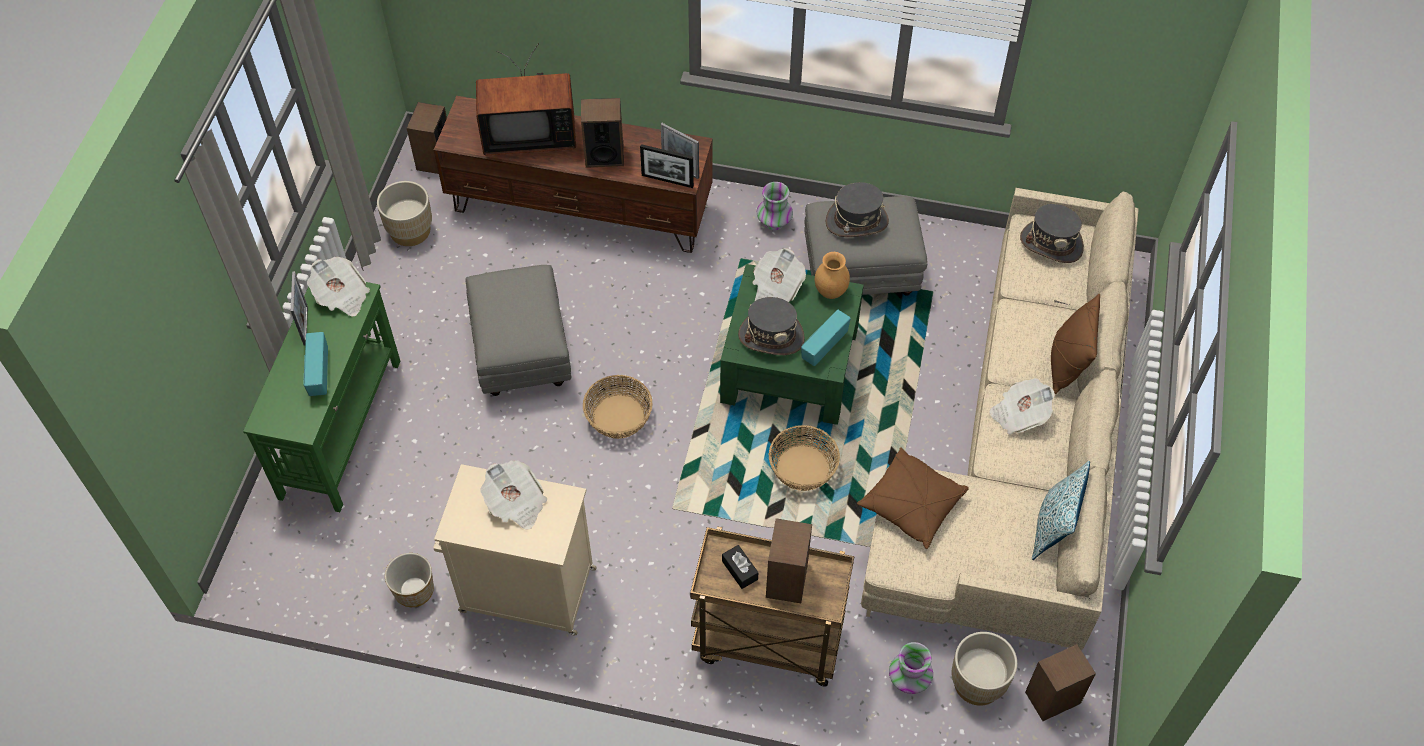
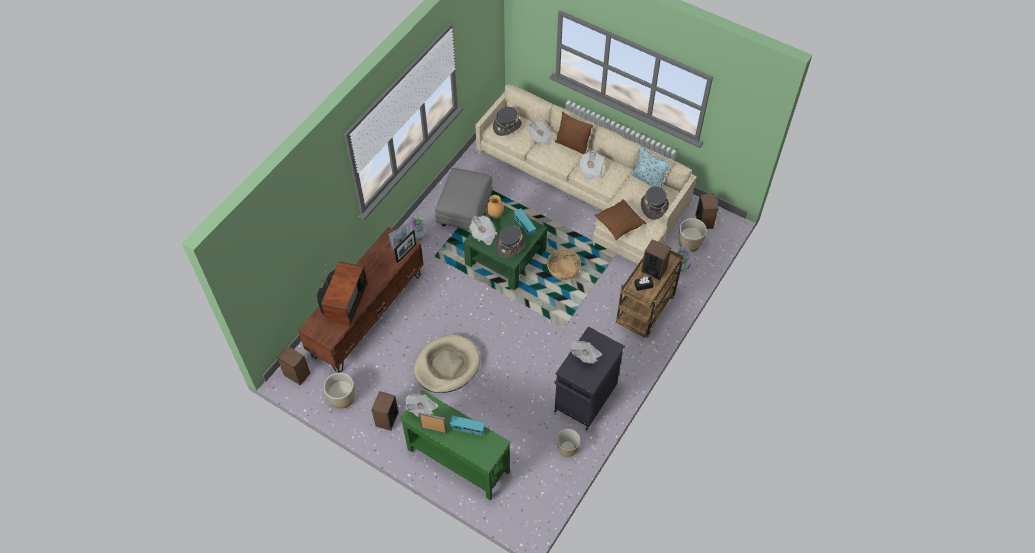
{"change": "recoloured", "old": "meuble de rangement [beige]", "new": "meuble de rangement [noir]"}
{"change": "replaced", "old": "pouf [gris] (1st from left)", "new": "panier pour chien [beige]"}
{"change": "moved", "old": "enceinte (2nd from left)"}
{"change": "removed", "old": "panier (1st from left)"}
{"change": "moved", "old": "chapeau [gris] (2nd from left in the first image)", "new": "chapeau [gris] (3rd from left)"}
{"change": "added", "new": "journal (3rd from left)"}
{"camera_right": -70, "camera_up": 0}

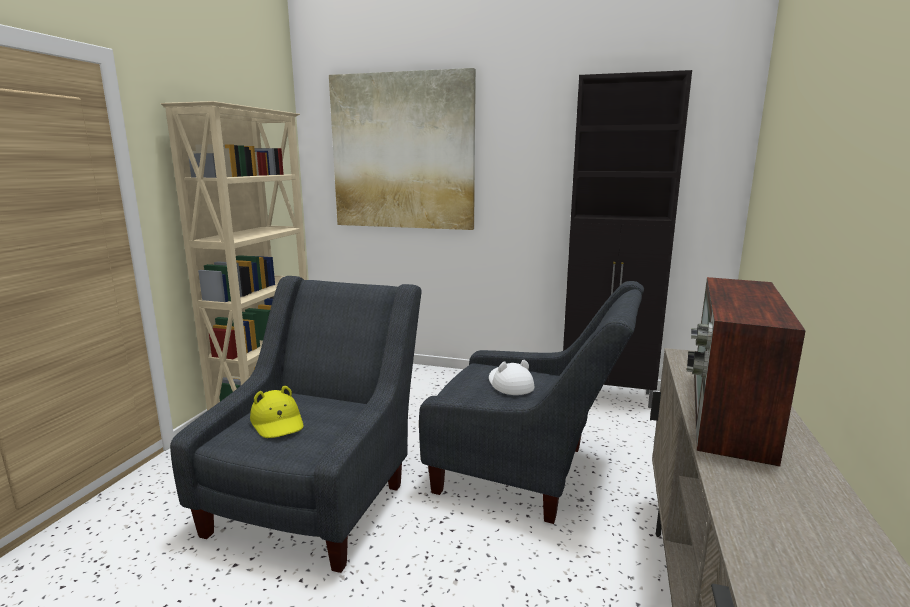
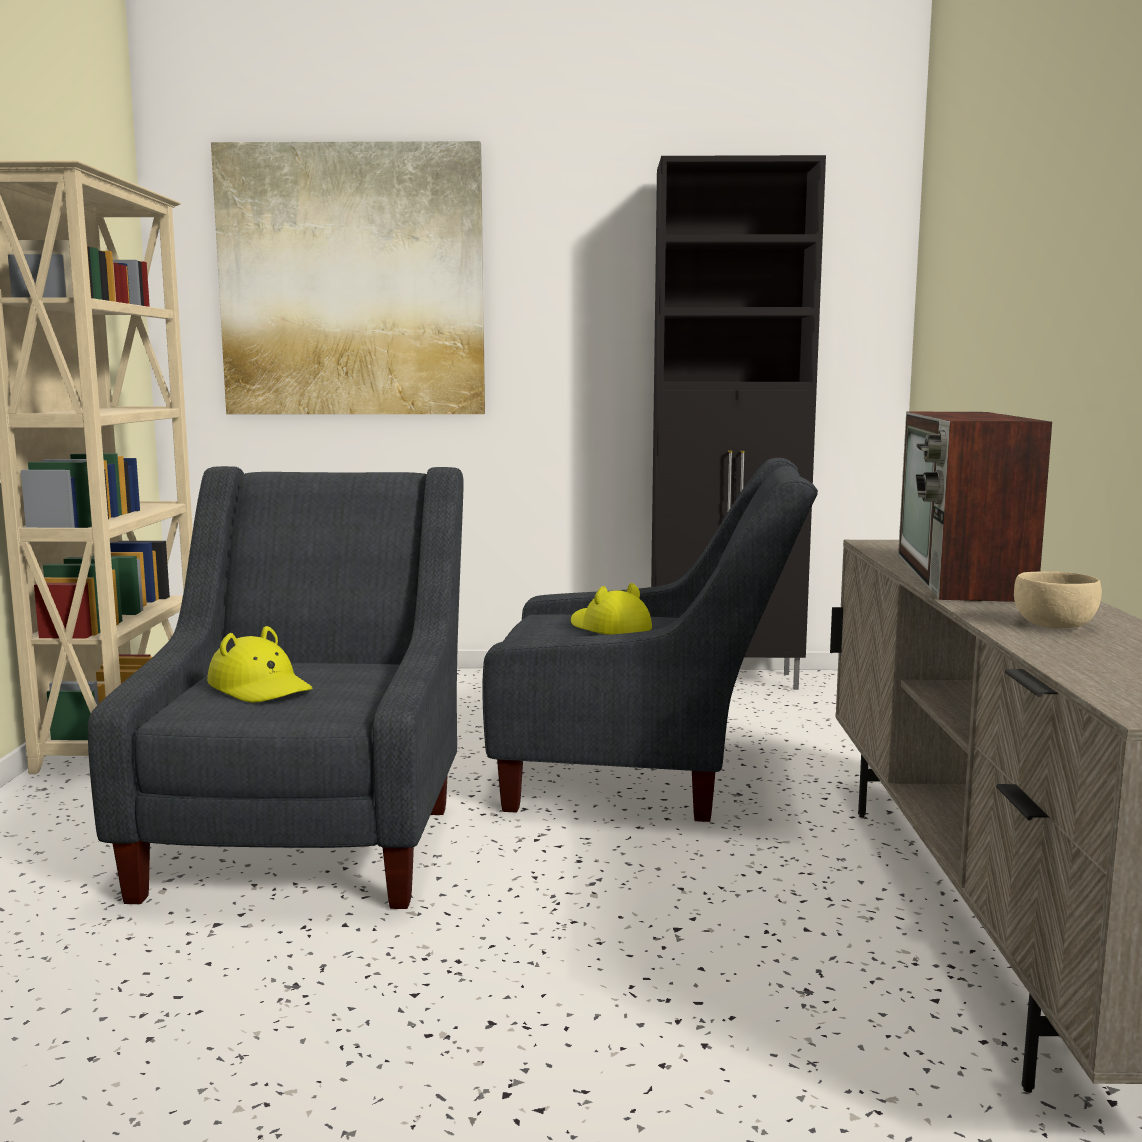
{"change": "recoloured", "old": "chapeau [blanc]", "new": "chapeau [jaune] (2nd from left)"}
{"change": "added", "new": "bol [beige]"}
{"camera_right": -15, "camera_up": -5}

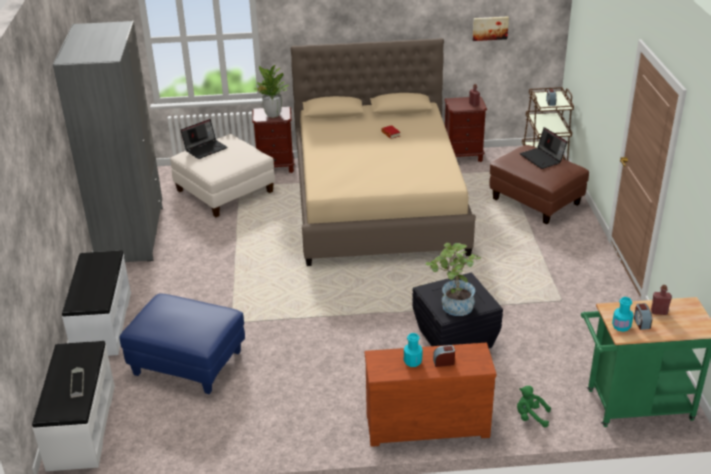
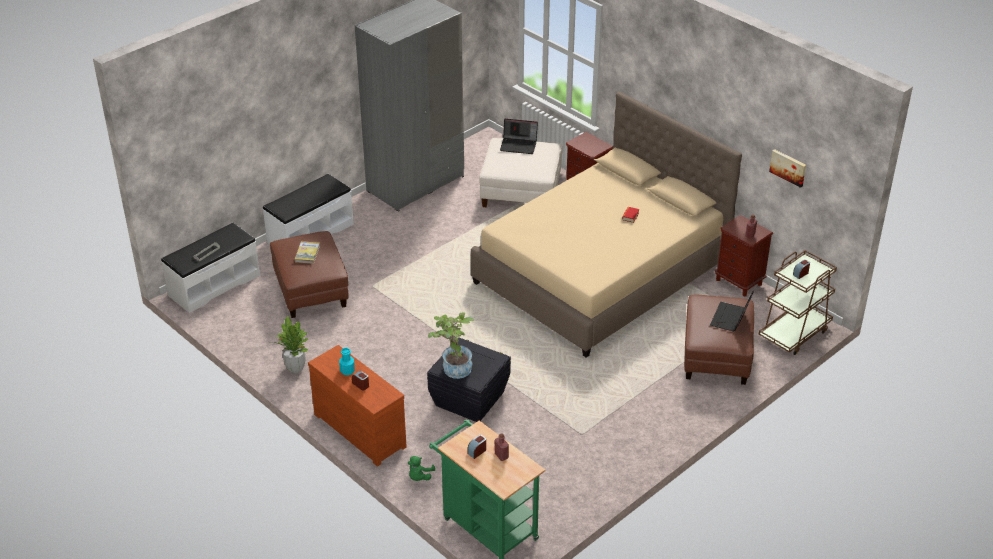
{"change": "recoloured", "old": "pouf [bleu]", "new": "pouf [marron] (1st from left)"}
{"change": "moved", "old": "plante en pot (1st from left)"}
{"change": "turned", "old": "peluche [vert]", "degrees": -135}
{"change": "removed", "old": "bouteille [turquoise] (2nd from left)"}
{"change": "added", "new": "livre (1st from left)"}
{"camera_right": 50, "camera_up": 5}

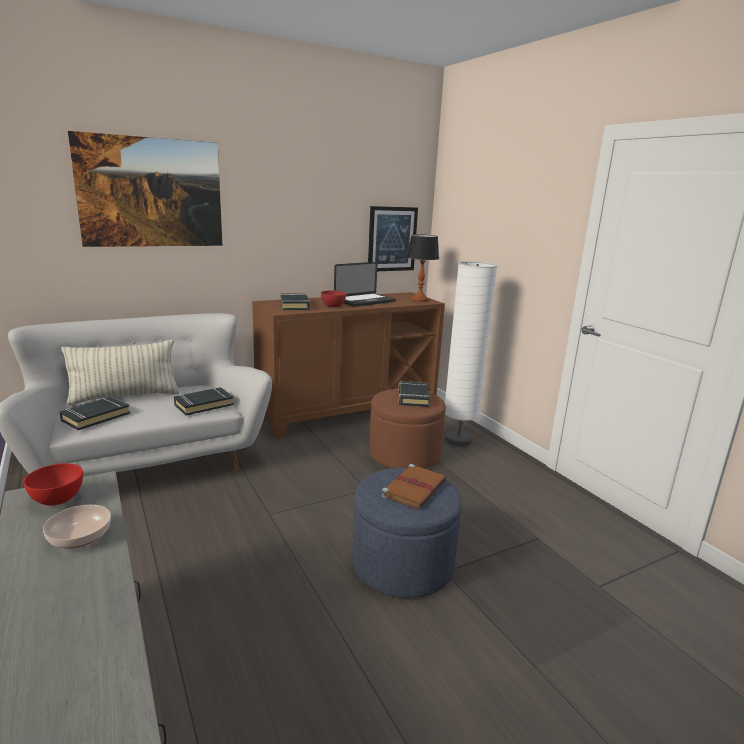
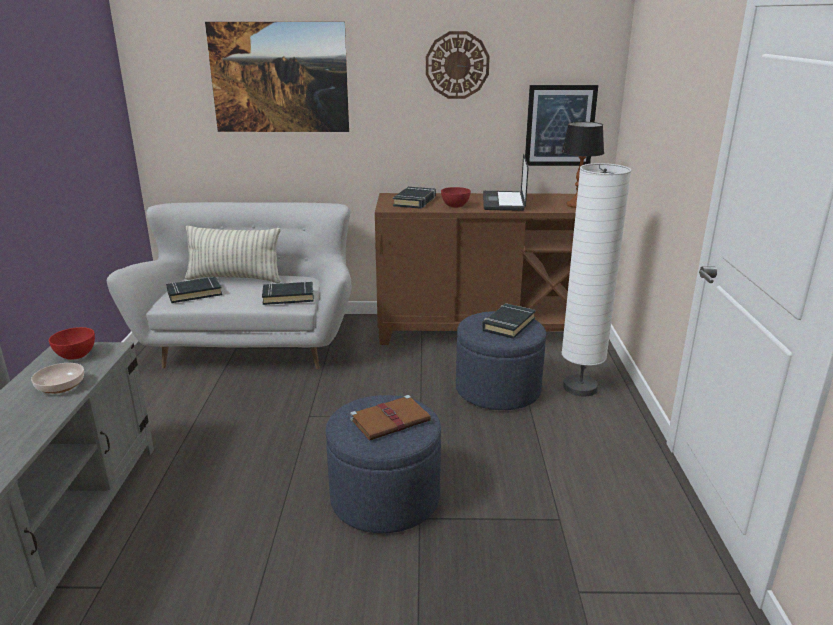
{"change": "turned", "old": "ordinateur portable", "degrees": 105}
{"change": "recoloured", "old": "pouf [marron]", "new": "pouf [bleu] (2nd from left)"}
{"change": "added", "new": "horloge murale"}
{"camera_right": 30, "camera_up": 5}

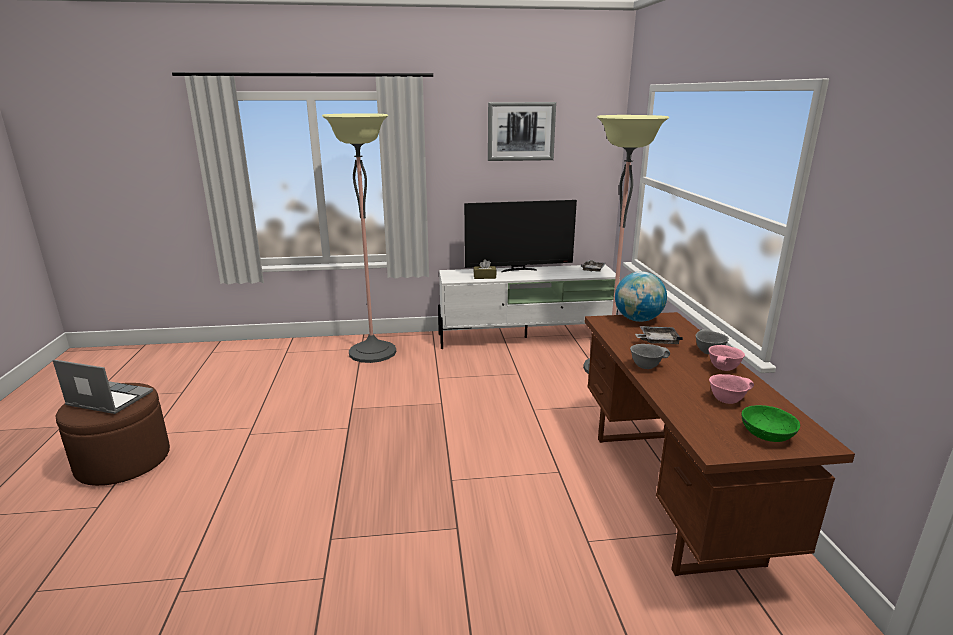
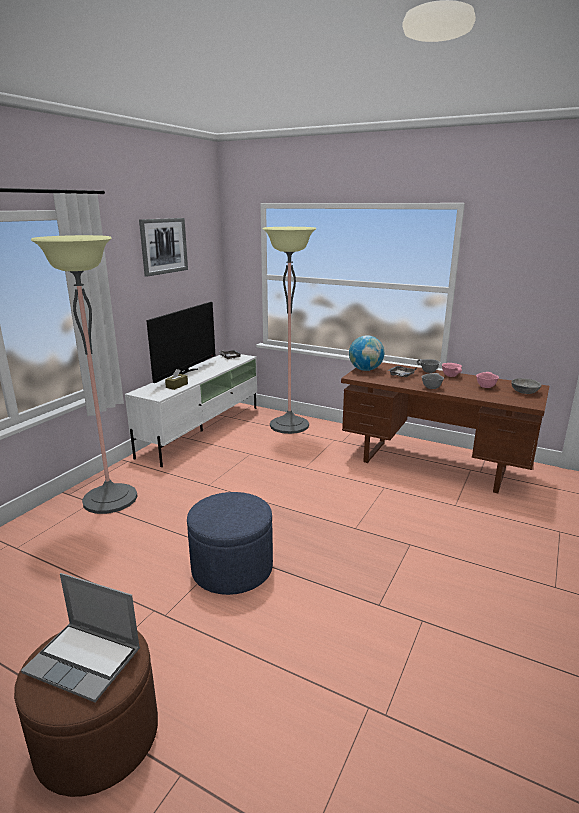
{"change": "turned", "old": "ordinateur portable", "degrees": -120}
{"change": "recoloured", "old": "bol [vert]", "new": "bol [gris] (3rd from left)"}
{"change": "added", "new": "pouf [bleu]"}
{"camera_right": -55, "camera_up": 0}

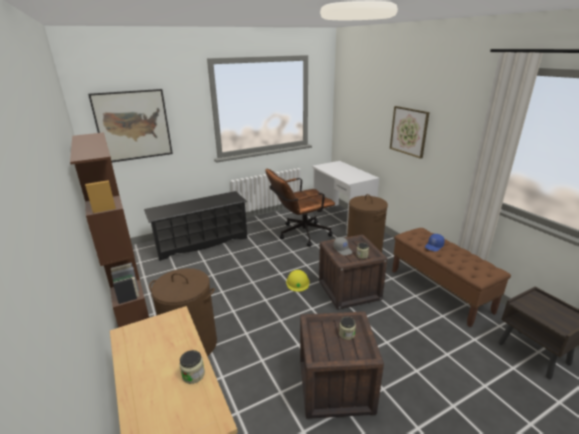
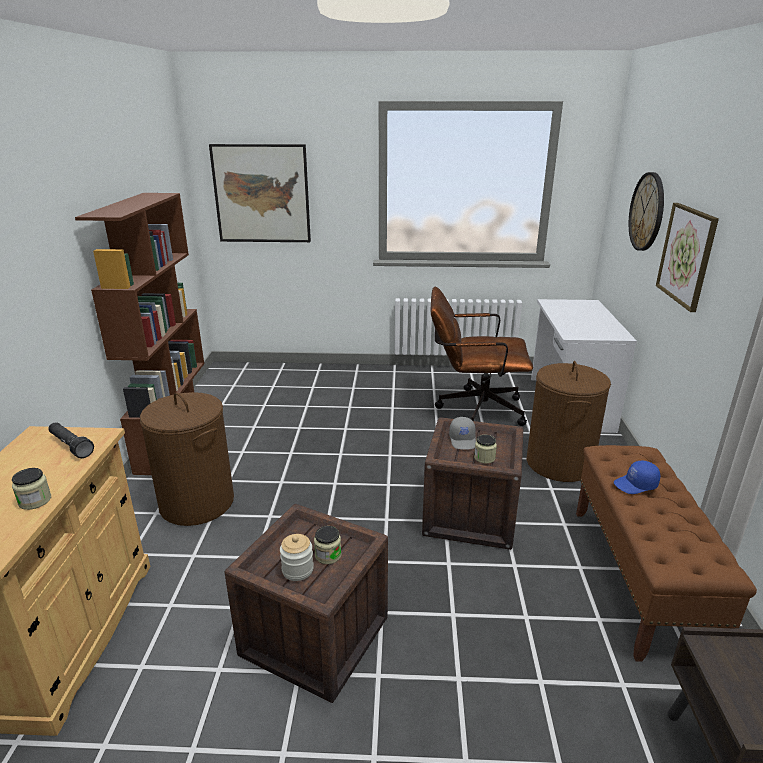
{"change": "removed", "old": "étagère à chaussures [noir]"}
{"change": "removed", "old": "casque de chantier [jaune]"}
{"change": "added", "new": "lampe de poche [noir]"}
{"change": "added", "new": "bocal (2nd from left)"}
{"change": "added", "new": "horloge murale"}
{"camera_right": 30, "camera_up": 0}

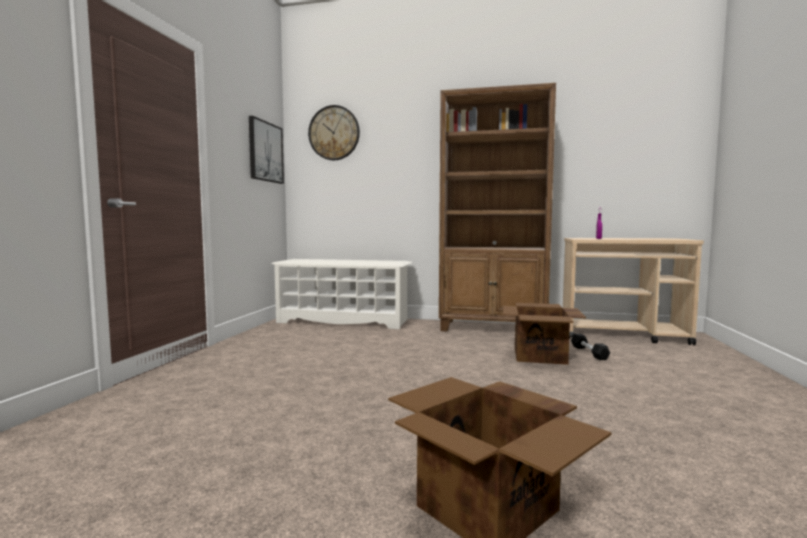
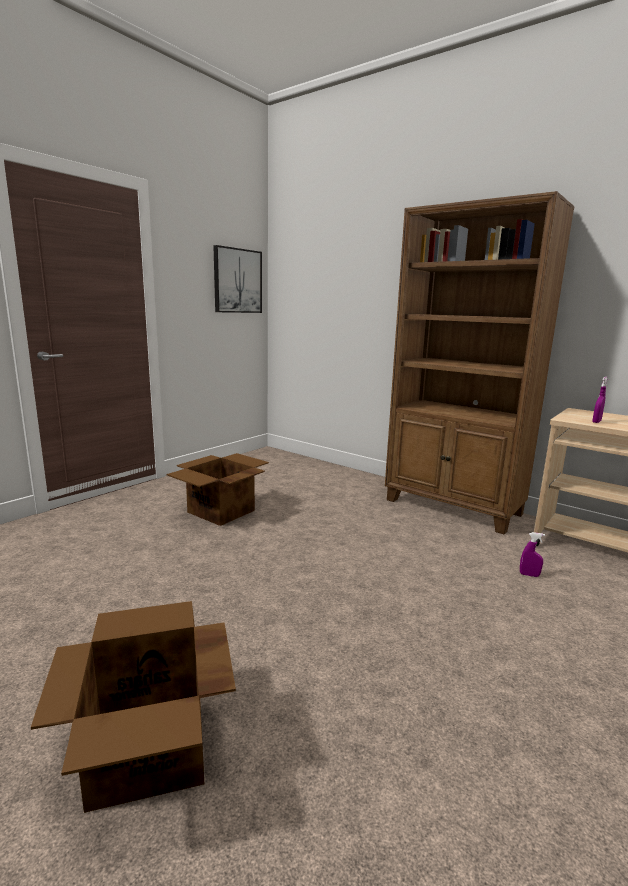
{"change": "removed", "old": "étagère à chaussures [blanc]"}
{"change": "removed", "old": "horloge murale"}
{"change": "moved", "old": "carton (2nd from left)"}
{"change": "replaced", "old": "haltère [noir]", "new": "vaporisateur [violet] (1st from left)"}
{"camera_right": 25, "camera_up": 10}

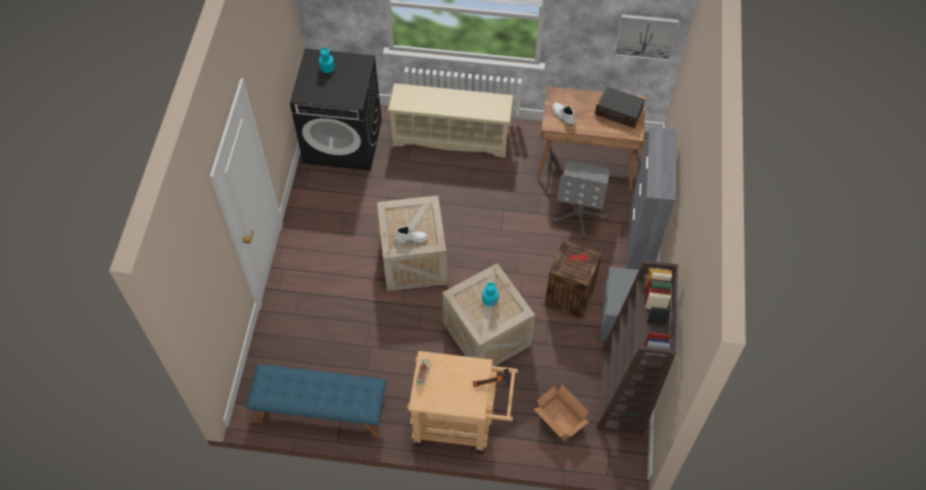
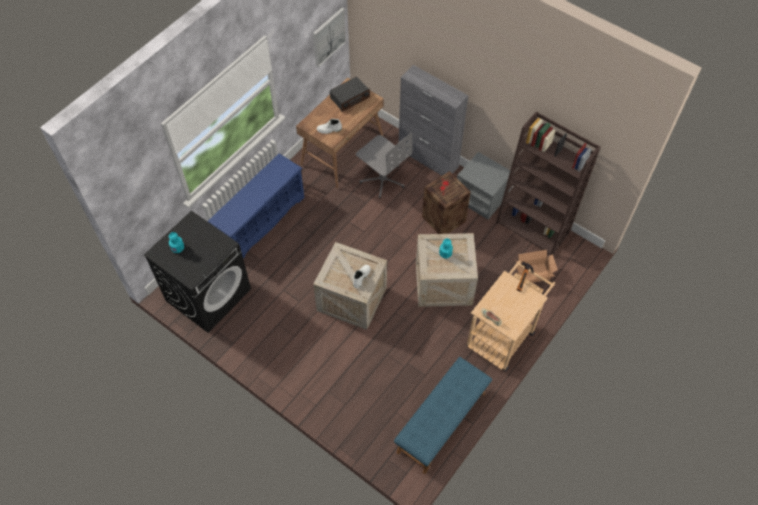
{"change": "recoloured", "old": "étagère à chaussures [beige]", "new": "étagère à chaussures [bleu]"}
{"camera_right": -60, "camera_up": 0}

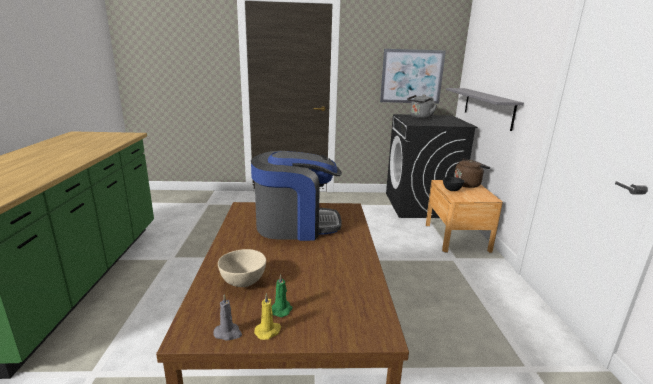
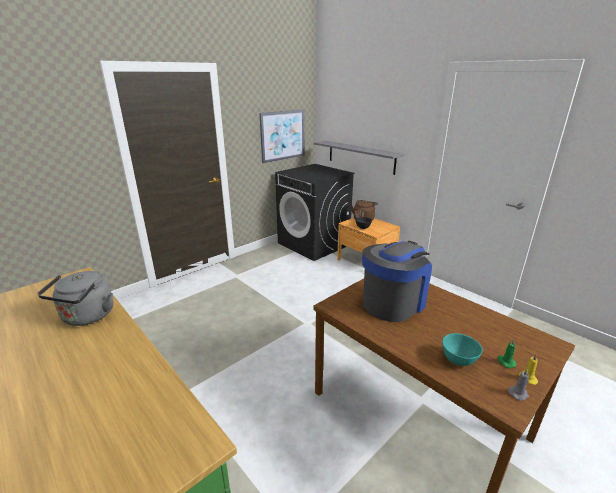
{"change": "recoloured", "old": "bol [beige]", "new": "bol [turquoise]"}
{"change": "moved", "old": "bouilloire [gris]"}
{"camera_right": -40, "camera_up": 5}

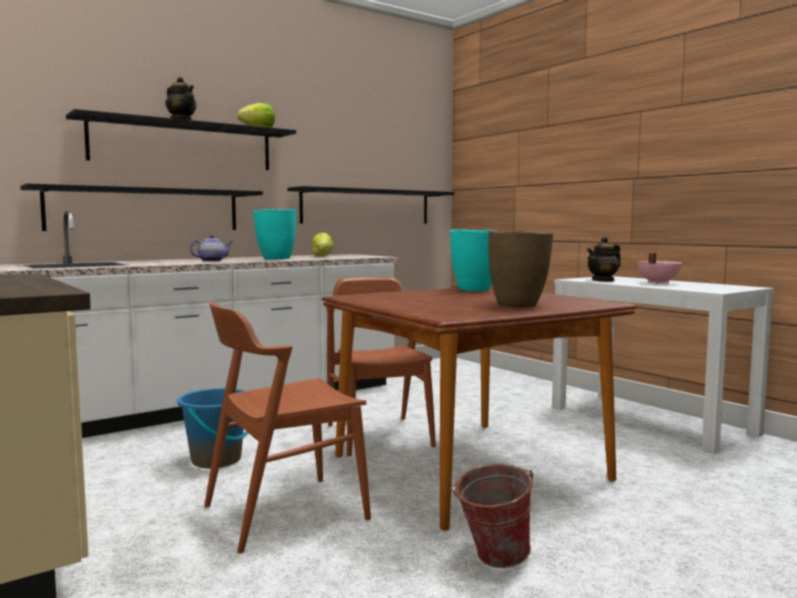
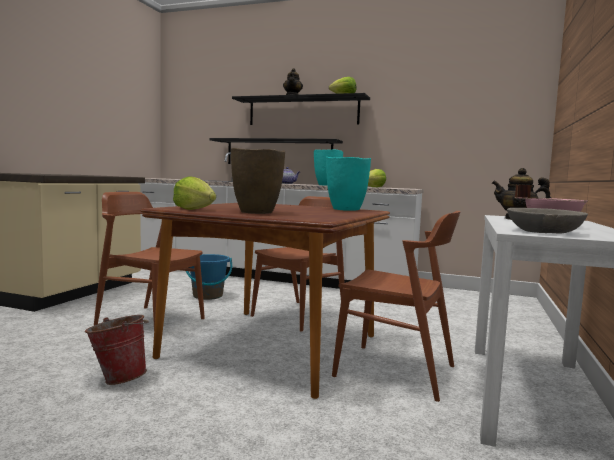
{"change": "removed", "old": "étagère [noir] (3rd from left)"}
{"change": "added", "new": "laitue (1st from left)"}
{"change": "added", "new": "chaise [marron] (3rd from left)"}
{"change": "added", "new": "bol [gris]"}
{"camera_right": 55, "camera_up": 0}

